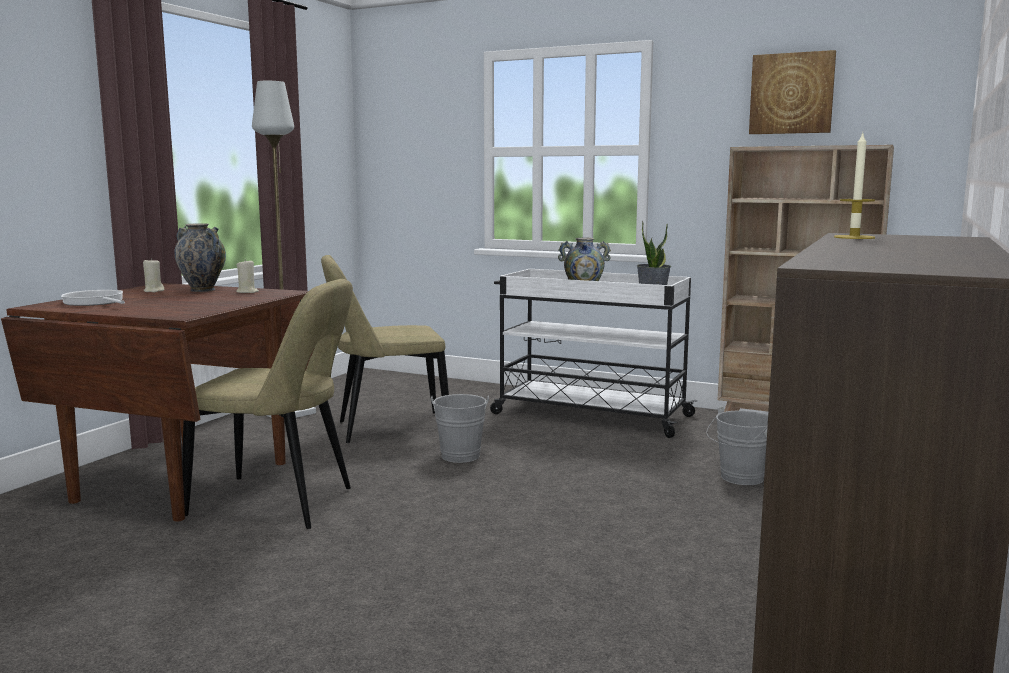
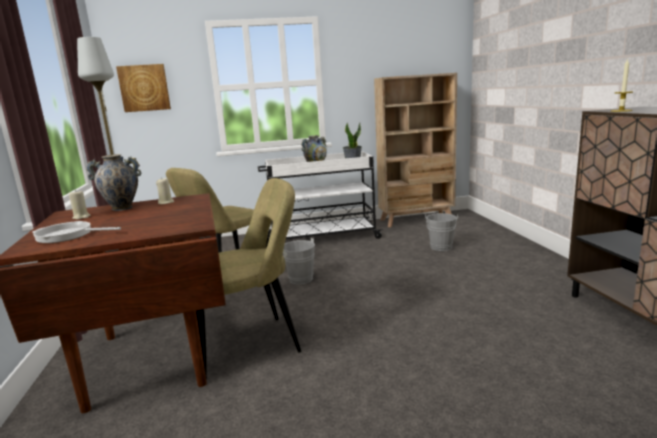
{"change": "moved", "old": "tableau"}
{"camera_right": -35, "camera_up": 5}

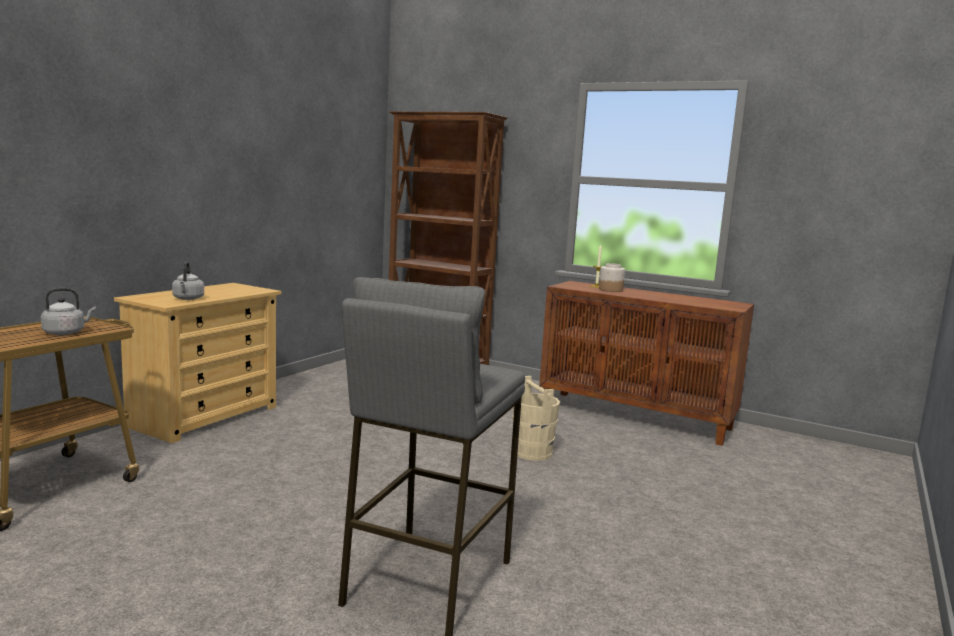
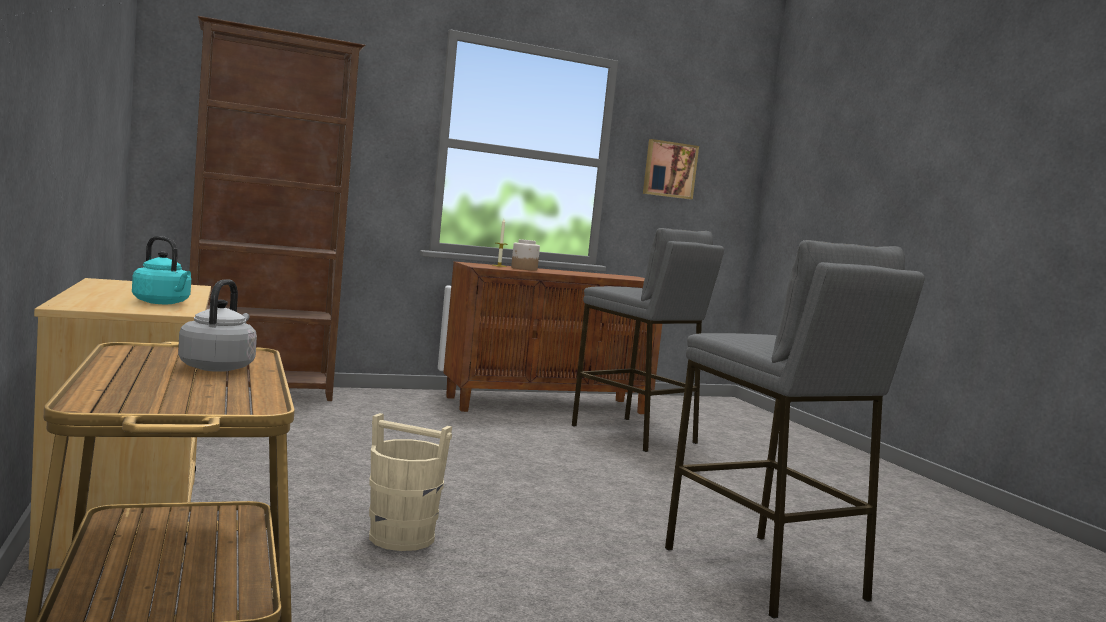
{"change": "recoloured", "old": "bouilloire [gris] (2nd from left)", "new": "bouilloire [turquoise]"}
{"change": "moved", "old": "seau [beige]"}
{"change": "added", "new": "tabouret [gris] (1st from left)"}
{"change": "added", "new": "tableau"}
{"camera_right": -50, "camera_up": -5}

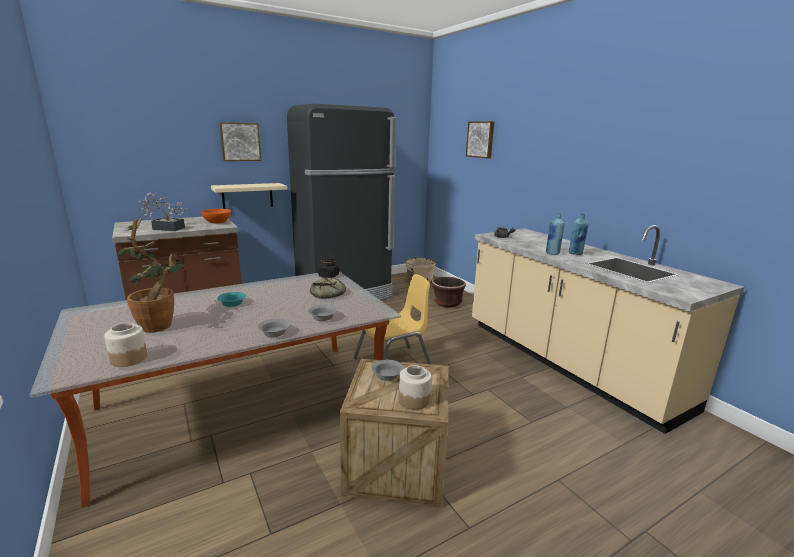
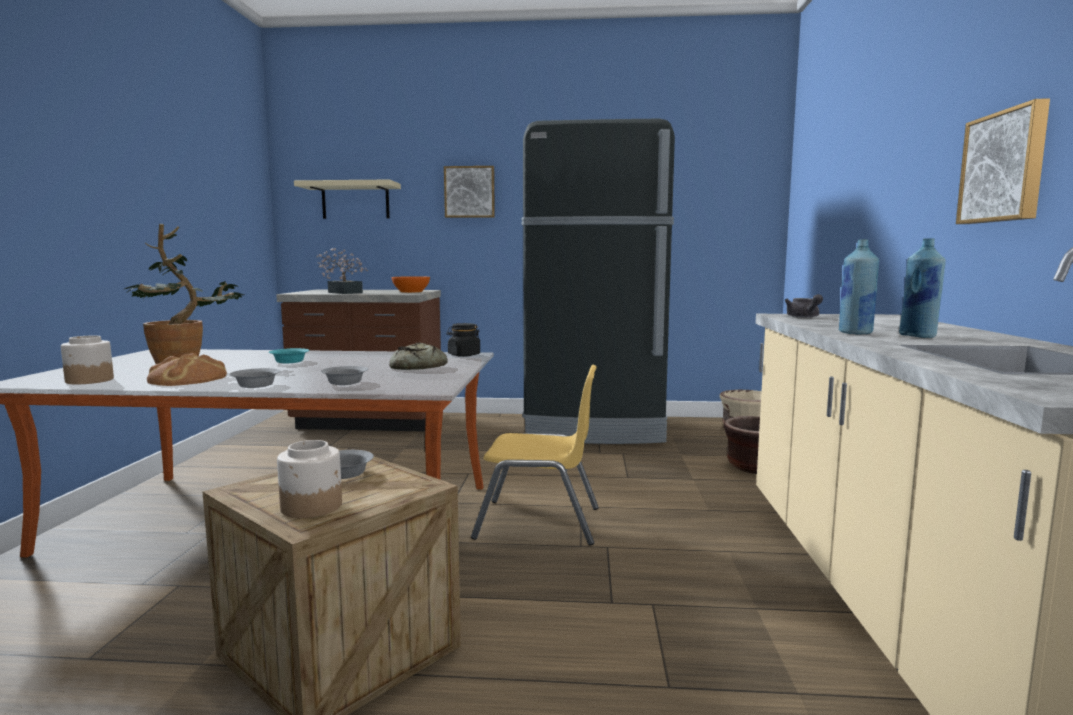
{"change": "moved", "old": "étagère [beige]"}
{"change": "moved", "old": "tableau (2nd from left)"}
{"change": "added", "new": "pain (1st from left)"}
{"camera_right": 35, "camera_up": -10}

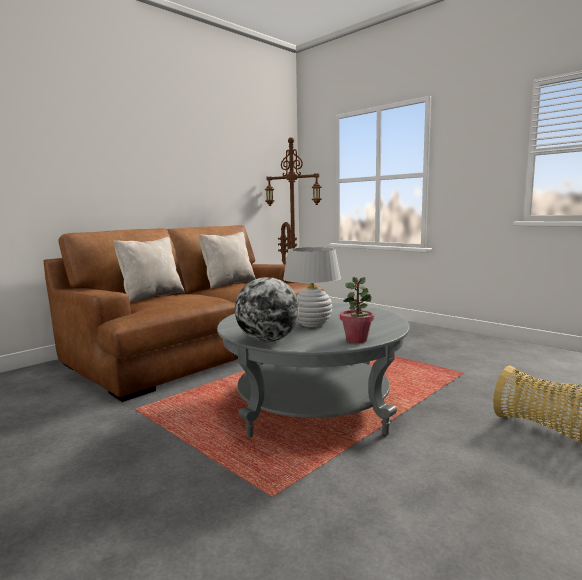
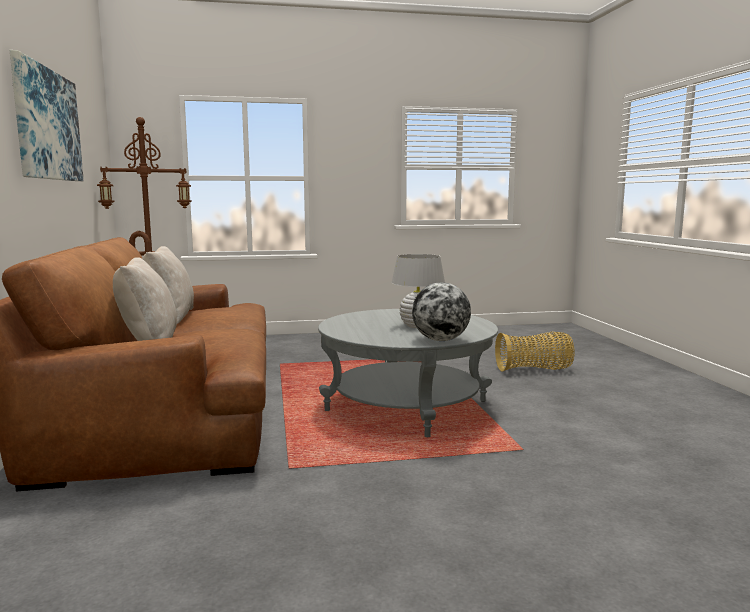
{"change": "removed", "old": "plante en pot"}
{"change": "added", "new": "tableau"}
{"camera_right": -55, "camera_up": 0}

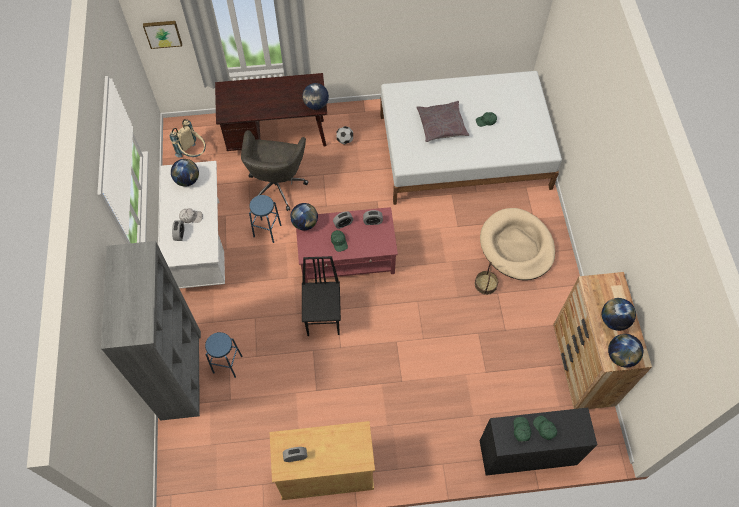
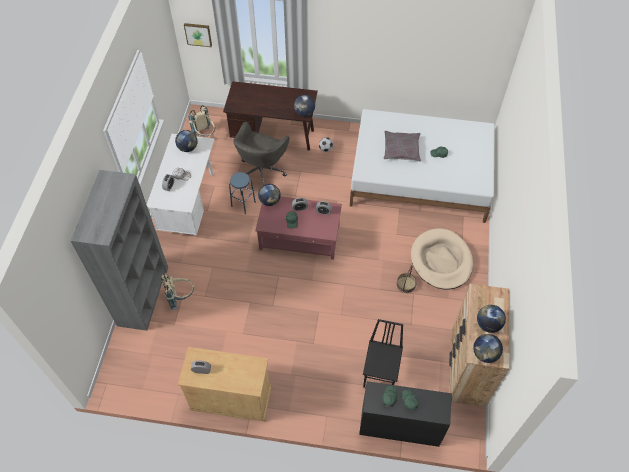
{"change": "replaced", "old": "tabouret [bleu] (1st from left)", "new": "sac à dos [beige] (1st from left)"}
{"change": "moved", "old": "chaise [noir]"}
{"camera_right": 15, "camera_up": -5}

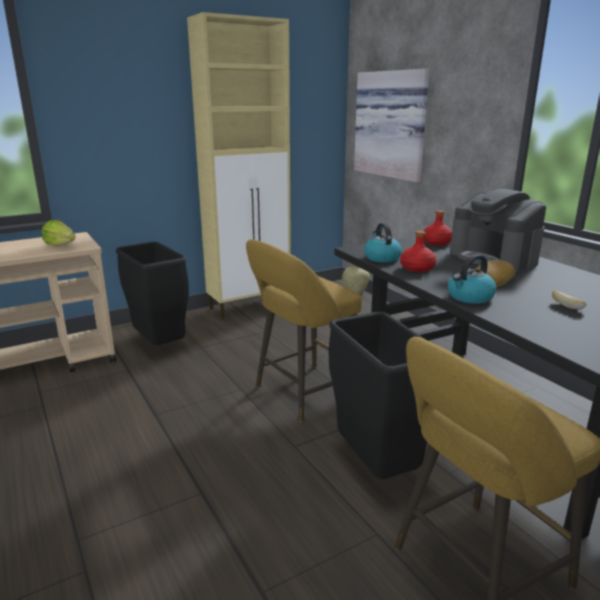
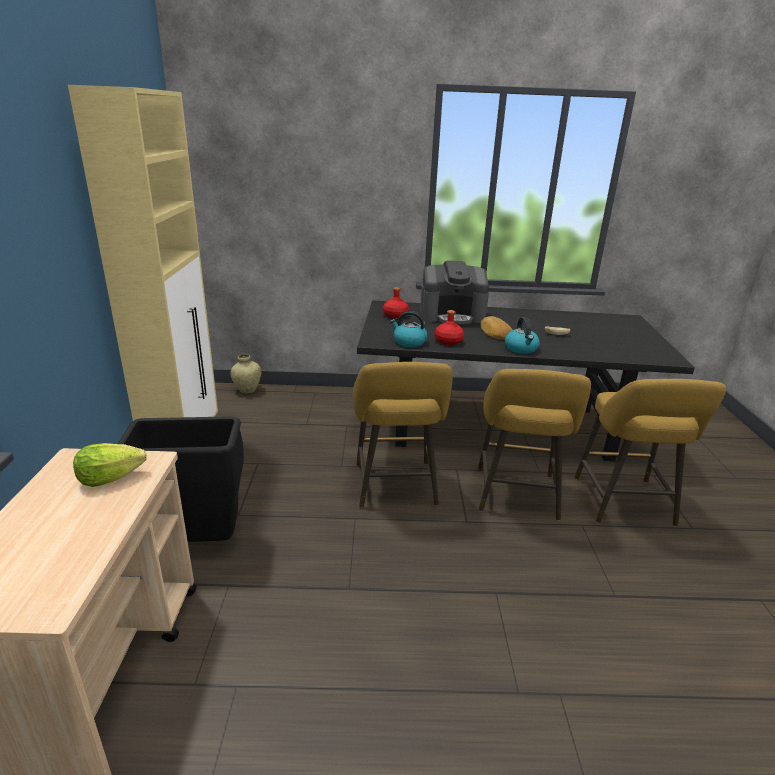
{"change": "replaced", "old": "poubelle [noir] (2nd from left)", "new": "tabouret [jaune] (2nd from left)"}
{"change": "removed", "old": "tableau"}
{"camera_right": -60, "camera_up": 5}

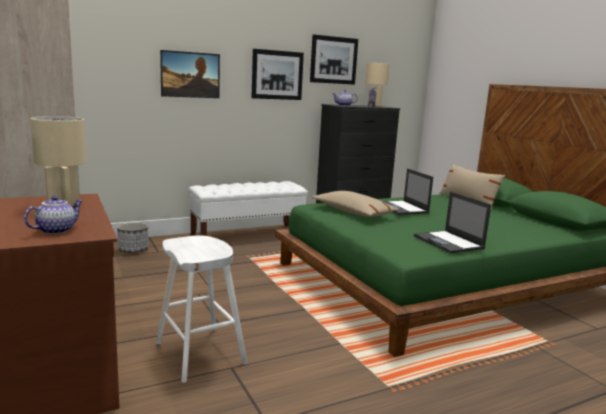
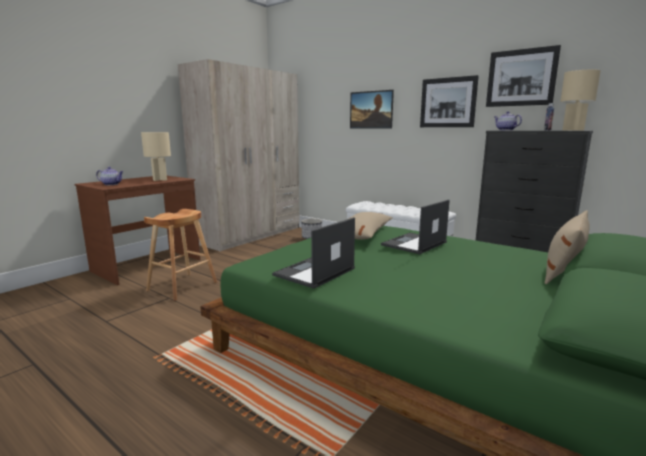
{"change": "recoloured", "old": "tabouret [blanc]", "new": "tabouret [marron]"}
{"camera_right": 65, "camera_up": 0}

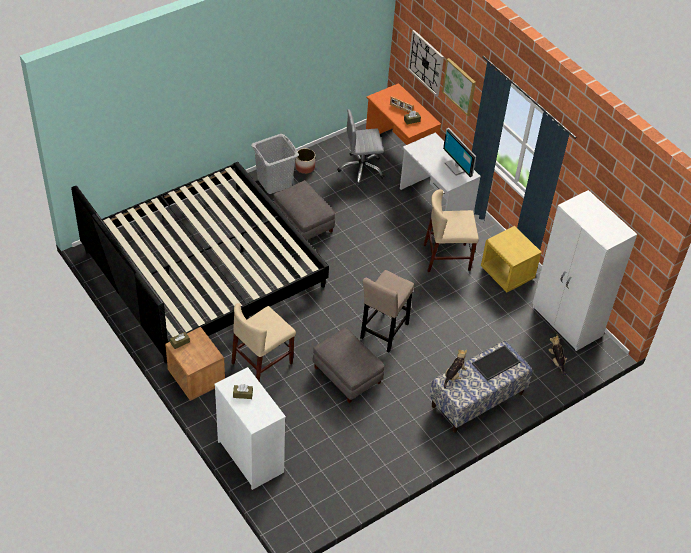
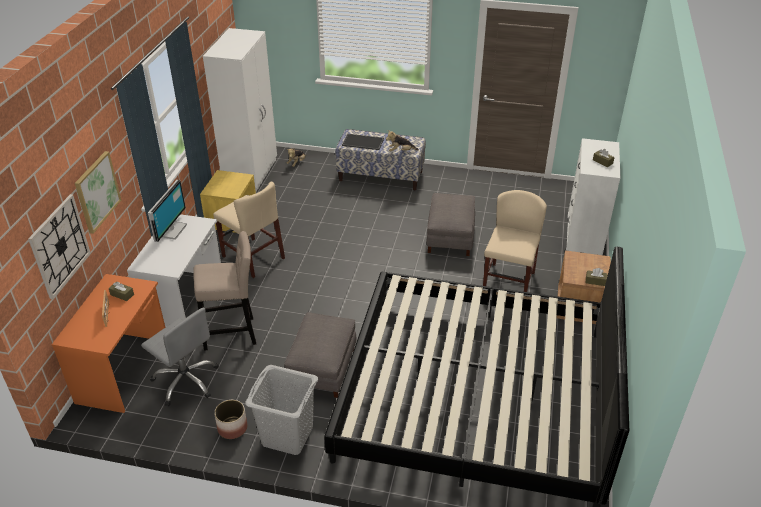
{"change": "turned", "old": "chaise [beige] (1st from left in the first image)", "degrees": -75}
{"change": "moved", "old": "tabouret [beige]"}
{"camera_right": -130, "camera_up": -10}

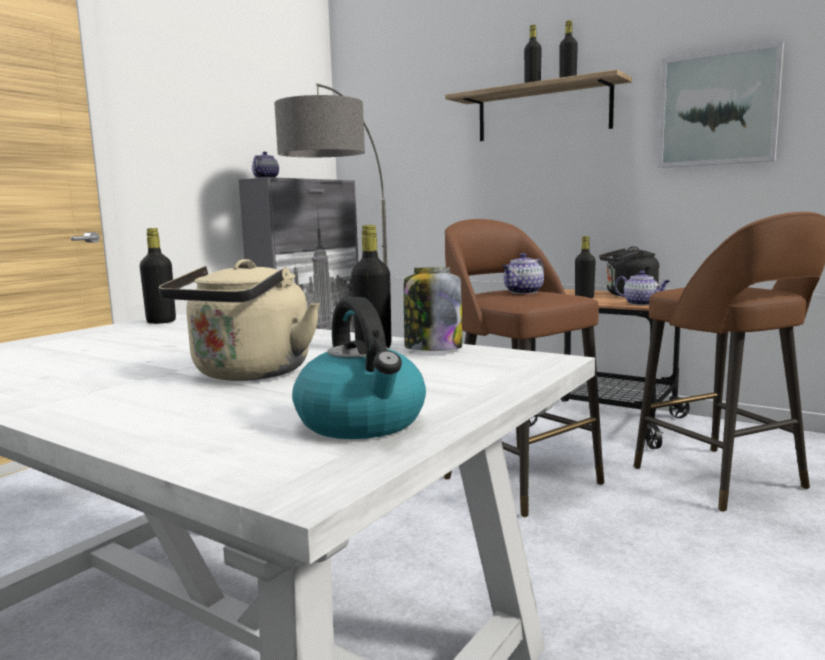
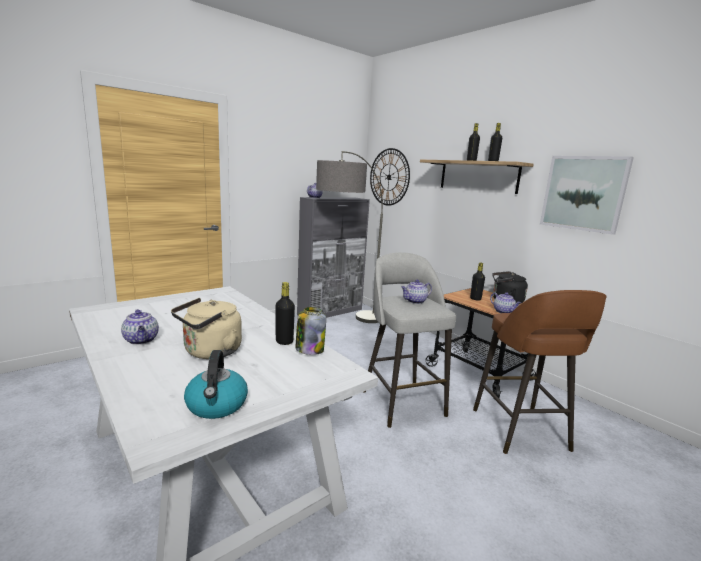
{"change": "removed", "old": "bouteille [noir] (1st from left)"}
{"change": "recoloured", "old": "tabouret [marron] (1st from left)", "new": "tabouret [gris]"}
{"change": "added", "new": "théière (1st from left)"}
{"change": "added", "new": "horloge murale"}
{"camera_right": 15, "camera_up": 5}

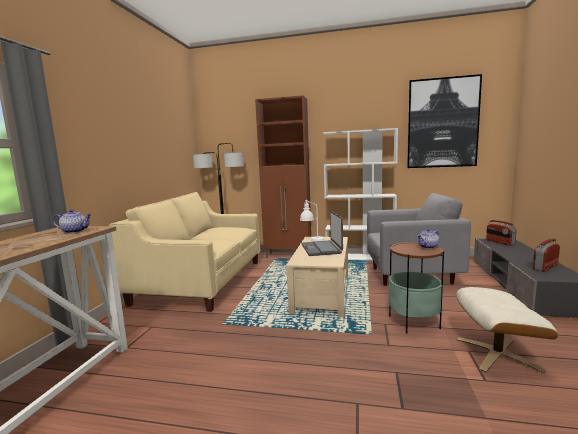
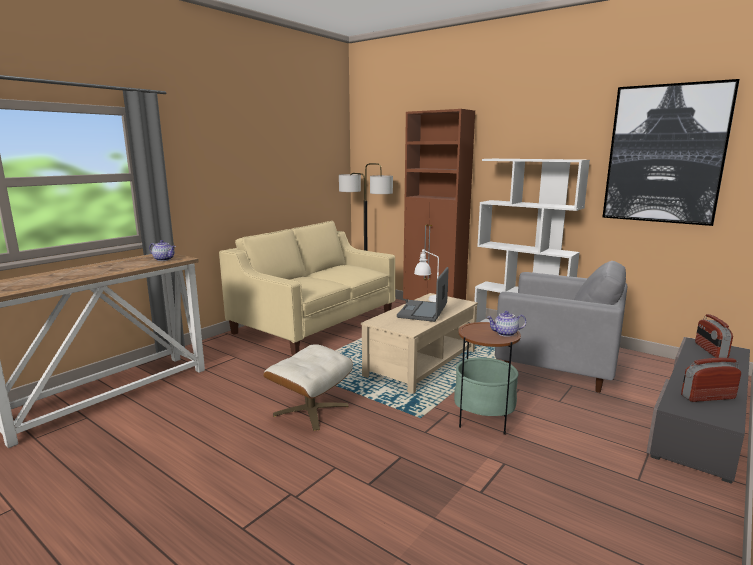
{"change": "moved", "old": "pouf [beige]"}
{"camera_right": 25, "camera_up": 5}

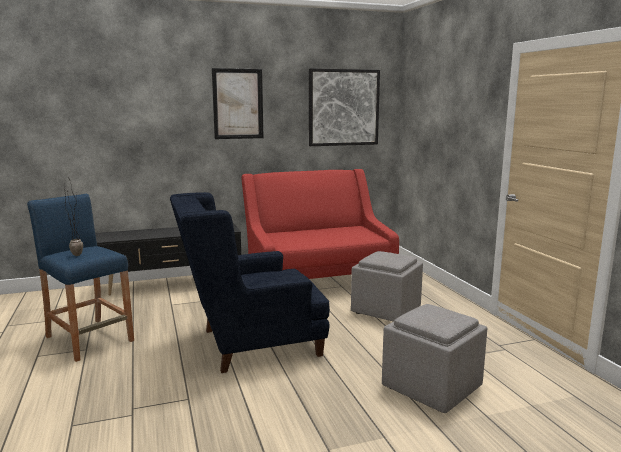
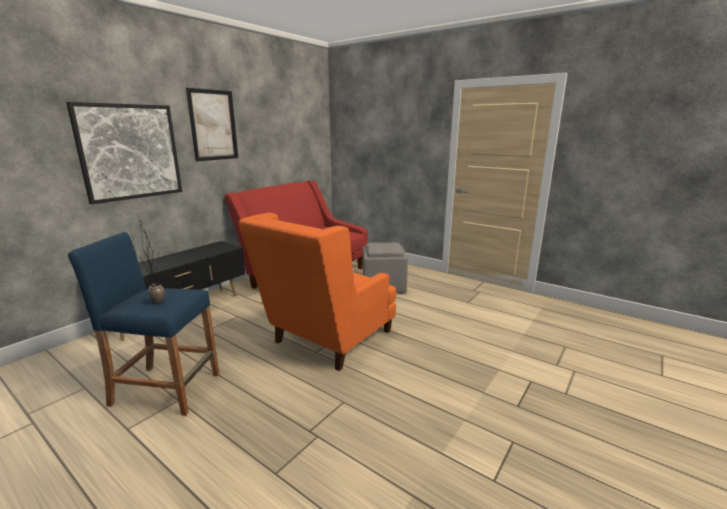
{"change": "recoloured", "old": "fauteuil [bleu]", "new": "fauteuil [orange]"}
{"change": "moved", "old": "tableau (2nd from left in the first image)", "new": "tableau (1st from left)"}
{"change": "removed", "old": "pouf [gris] (2nd from left)"}
{"camera_right": -35, "camera_up": 5}

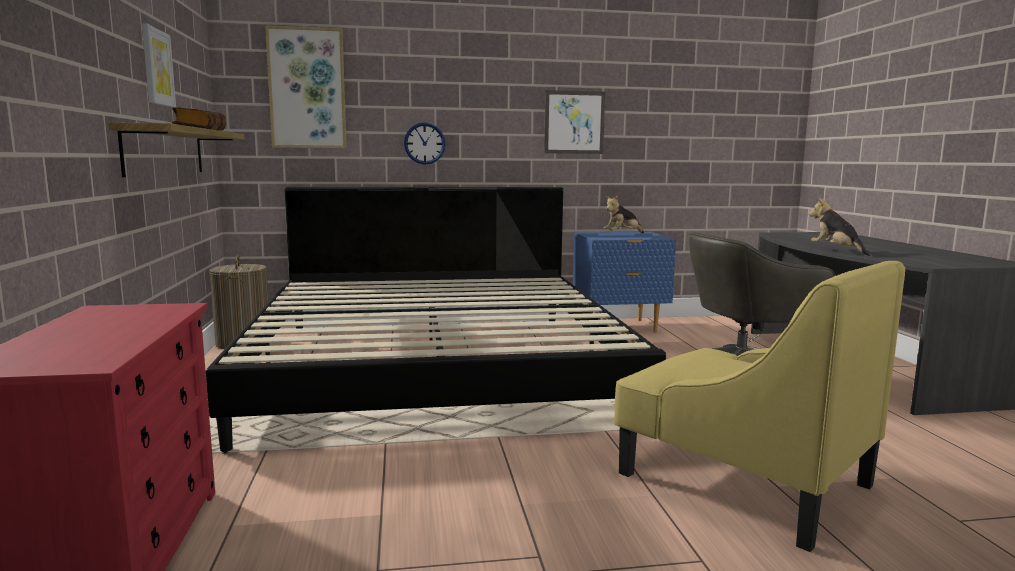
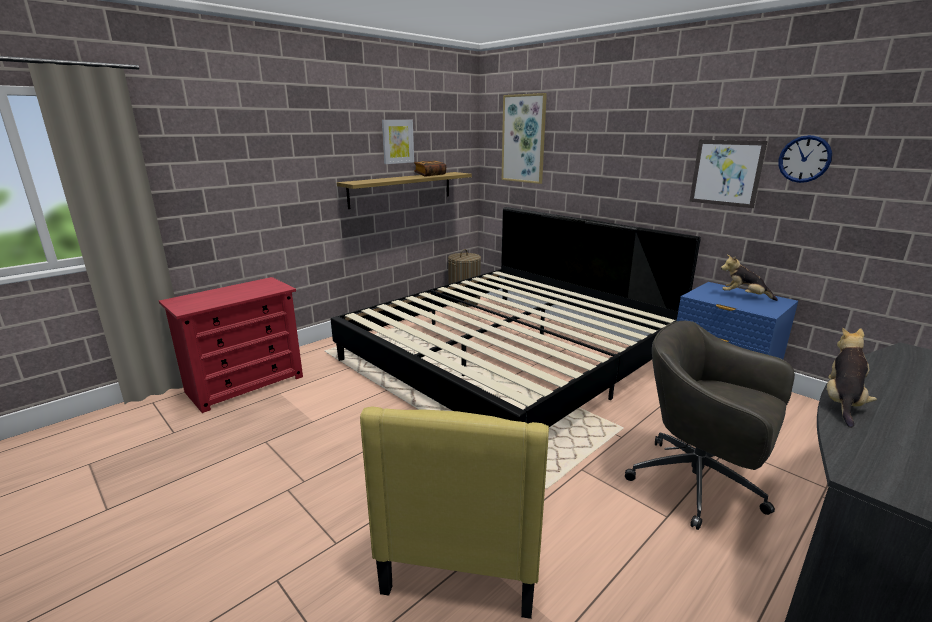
{"change": "moved", "old": "horloge murale"}
{"camera_right": 55, "camera_up": 10}

